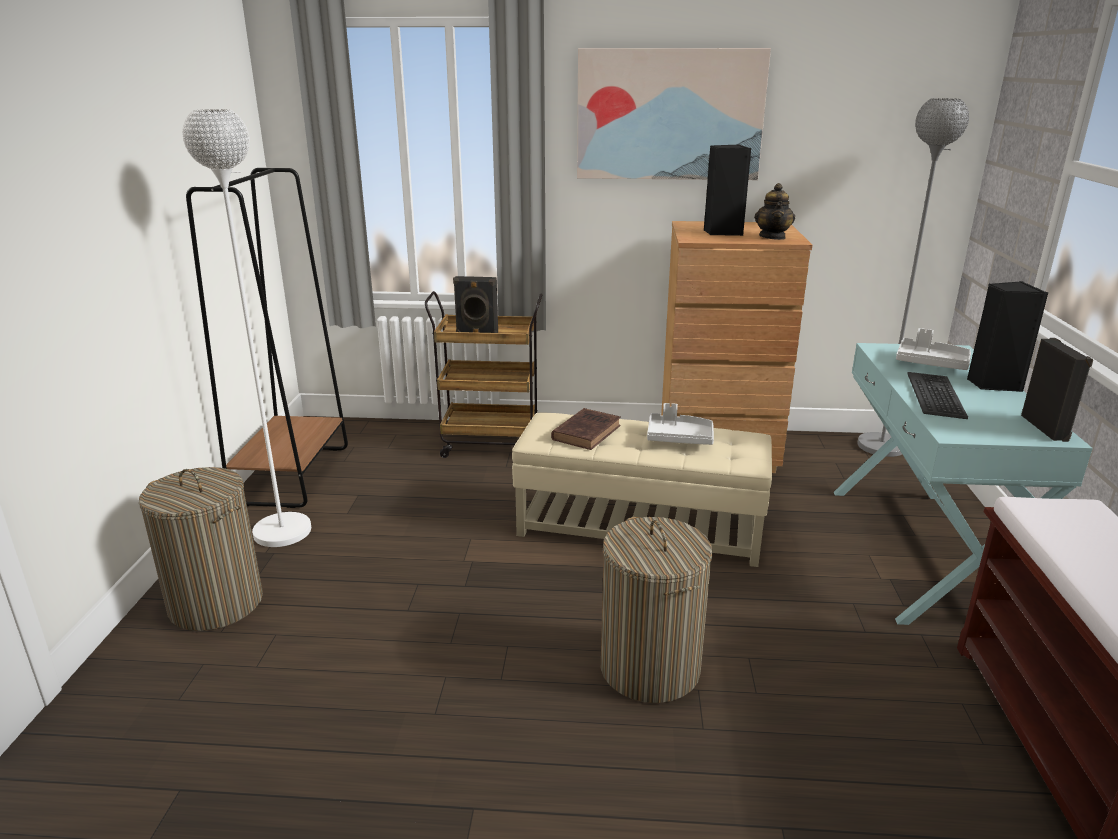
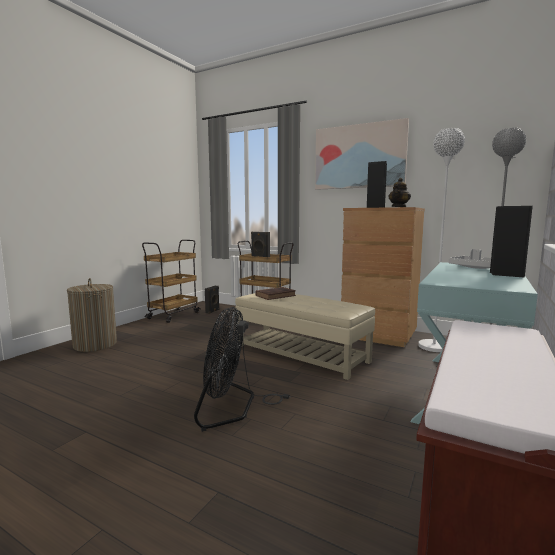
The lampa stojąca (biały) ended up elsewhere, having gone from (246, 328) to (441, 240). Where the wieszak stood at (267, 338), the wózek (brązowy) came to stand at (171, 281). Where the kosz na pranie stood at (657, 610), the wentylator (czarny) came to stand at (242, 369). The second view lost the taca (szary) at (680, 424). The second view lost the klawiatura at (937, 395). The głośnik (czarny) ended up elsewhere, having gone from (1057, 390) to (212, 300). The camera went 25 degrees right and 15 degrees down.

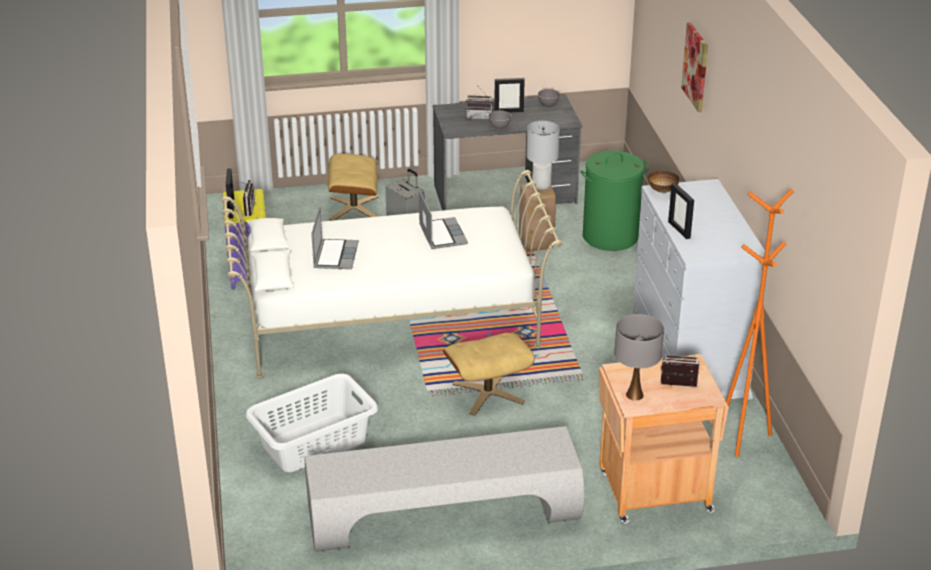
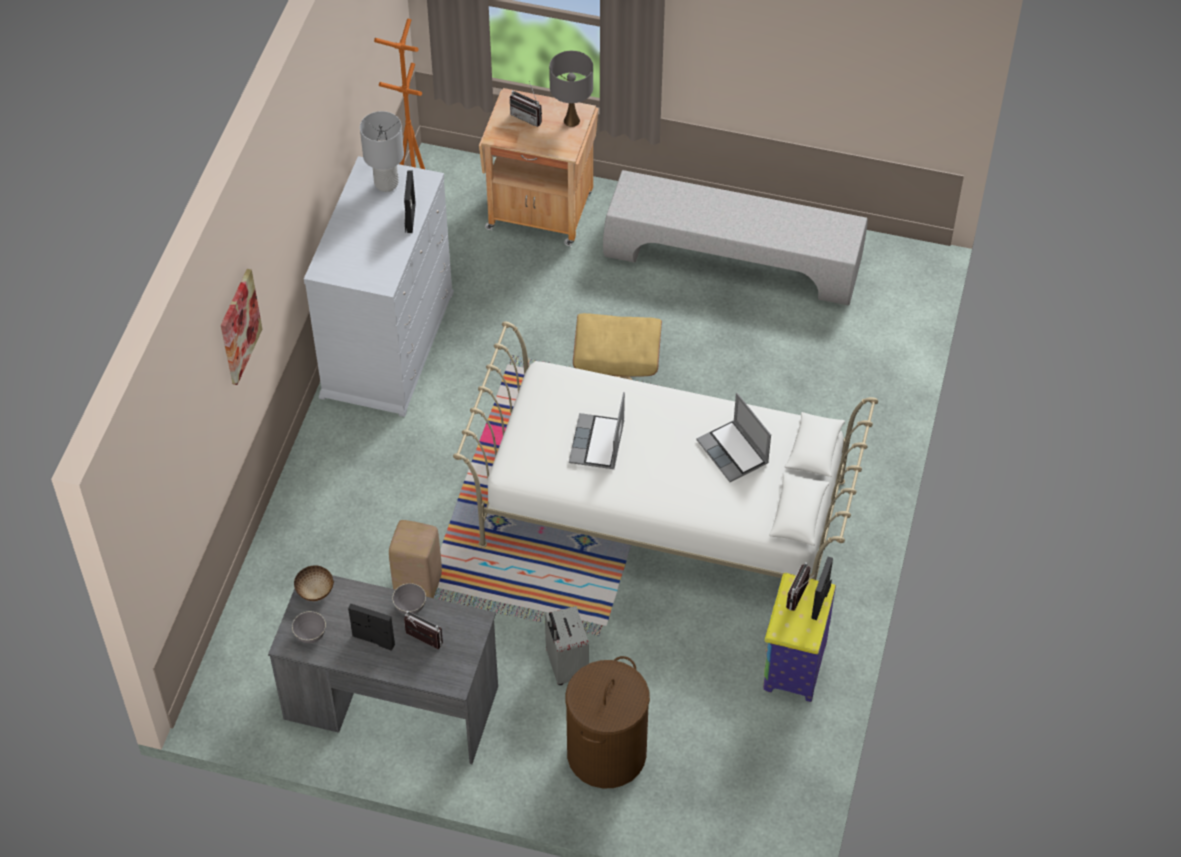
The second view lost the kosz na pranie (biały) at (312, 423). The laptop at (335, 238) ended up facing another way, 60 degrees counterclockwise from before. Where the pufa (beżowy) stood at (353, 187), the kosz na pranie (brązowy) came to stand at (607, 722). The lampa stołowa (szary) ended up elsewhere, having gone from (543, 155) to (382, 151). The second view lost the kosz na pranie (zielony) at (614, 201). The miska ended up elsewhere, having gone from (663, 182) to (314, 583). The camera went 155 degrees left and 20 degrees up.

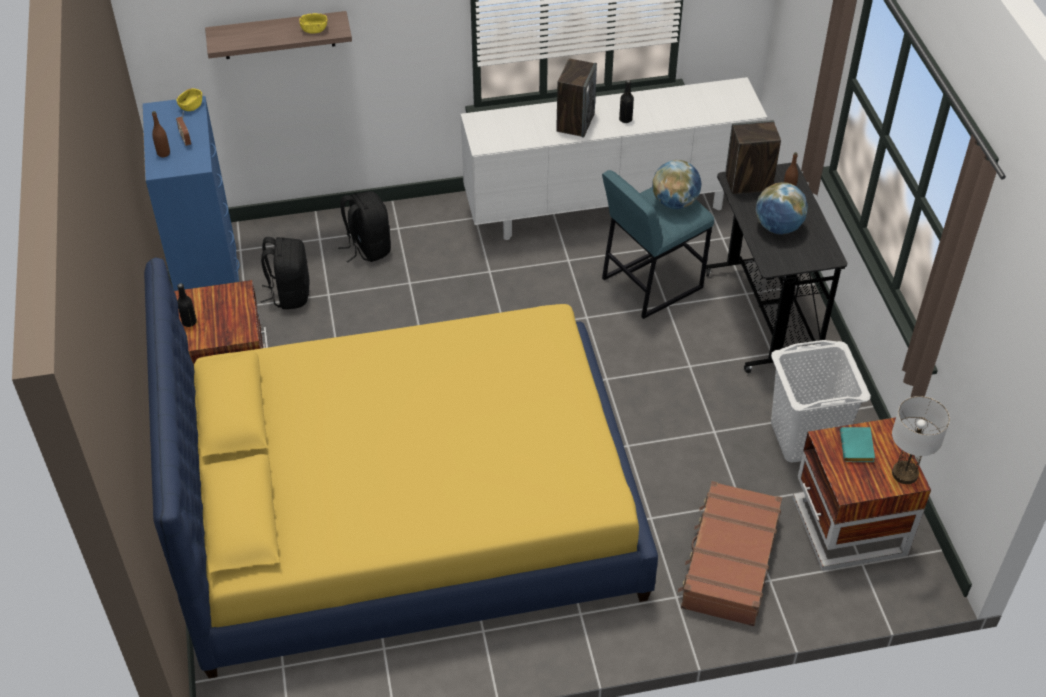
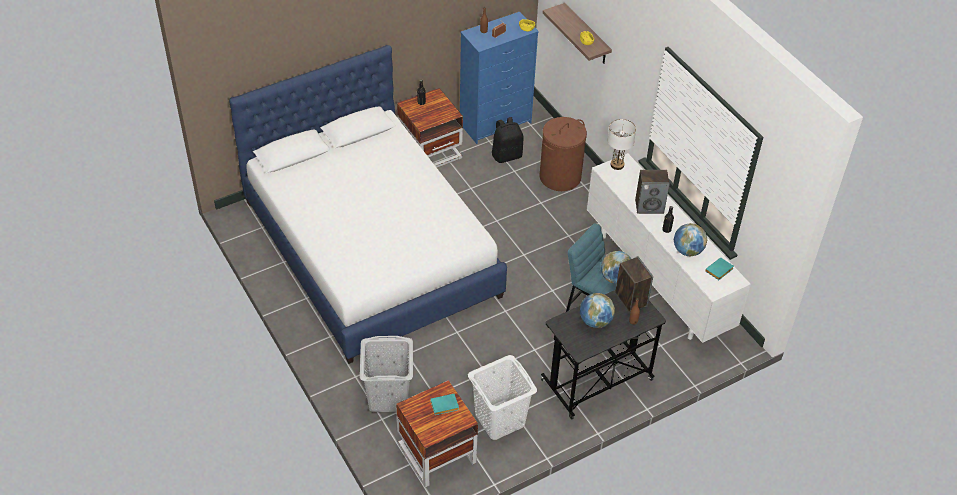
What was the łóżko (żółty) at (401, 467) turned into the łóżko (biały) at (368, 204). Where the plecak (czarny) stood at (364, 227), the kosz na pranie (brązowy) came to stand at (563, 154). Where the walizka (brązowy) stood at (730, 553), the kosz na pranie (szary) came to stand at (386, 374). The lampa stołowa ended up elsewhere, having gone from (921, 440) to (622, 144). The second view gained the globus at (690, 239). The second view gained the książka (turkusowy) at (719, 268). The camera went 70 degrees right and 0 degrees up.

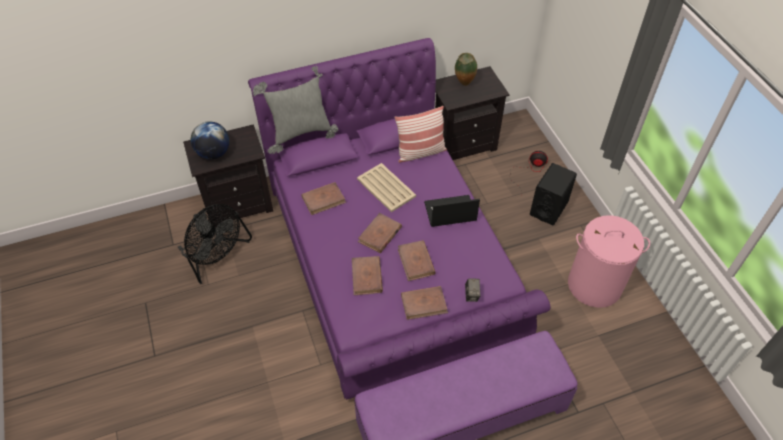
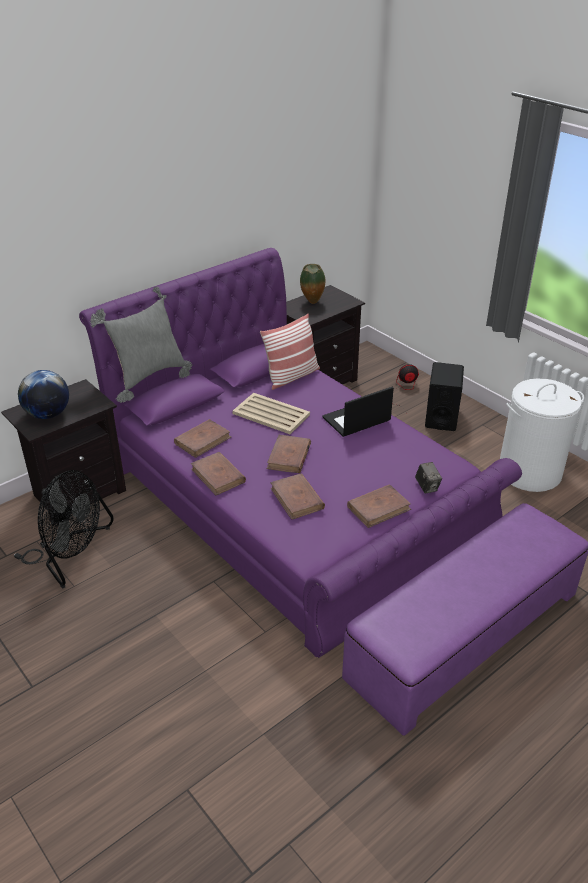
The książka (brązowy) ended up elsewhere, having gone from (417, 260) to (218, 473). What was the kosz na pranie (różowy) at (609, 261) turned into the kosz na pranie (biały) at (542, 435). The camera went 20 degrees left and 15 degrees down.

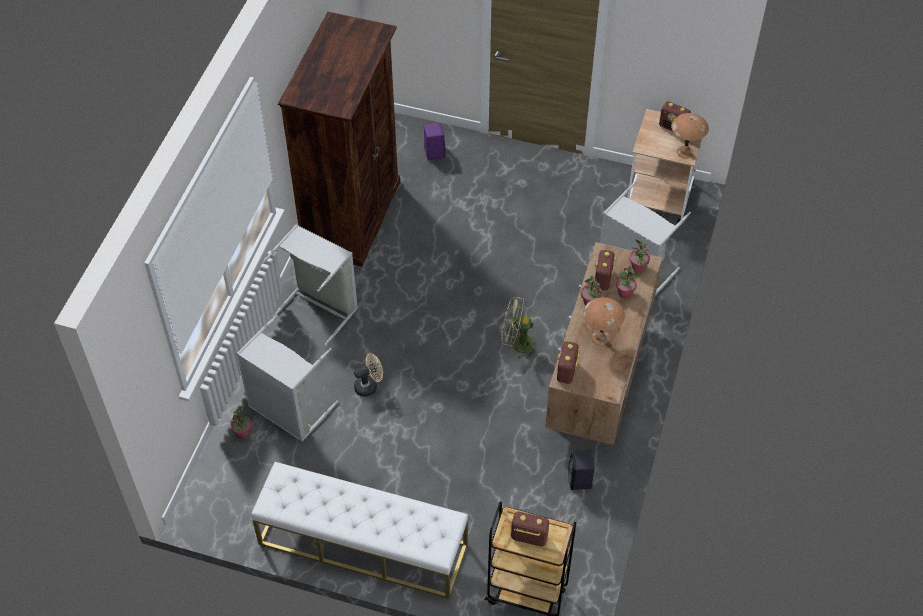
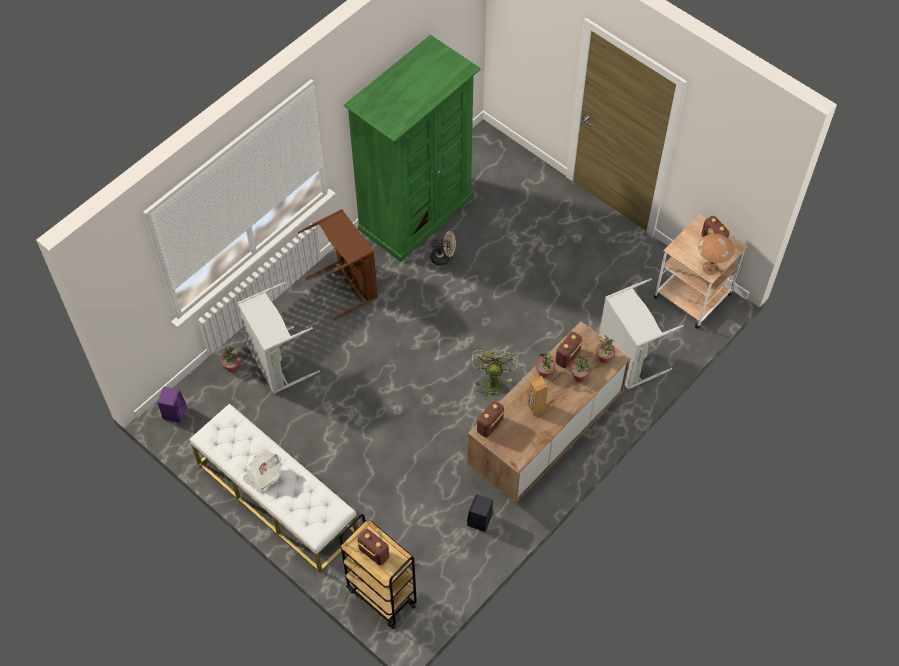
What was the kosz na pranie (szary) at (310, 285) turned into the kosz na pranie (brązowy) at (338, 264). What was the szafa (brązowy) at (339, 139) turned into the szafa (zielony) at (412, 148). The wentylator (beżowy) ended up elsewhere, having gone from (368, 375) to (443, 248). The głośnik (fioletowy) ended up elsewhere, having gone from (435, 141) to (171, 405). The wentylator (zielony) at (520, 328) ended up facing another way, 60 degrees clockwise from before. Where the lampa stołowa (brązowy) stood at (604, 321), the głośnik (brązowy) came to stand at (538, 396). The second view gained the gazeta at (262, 471). The camera went 25 degrees right and 5 degrees up.

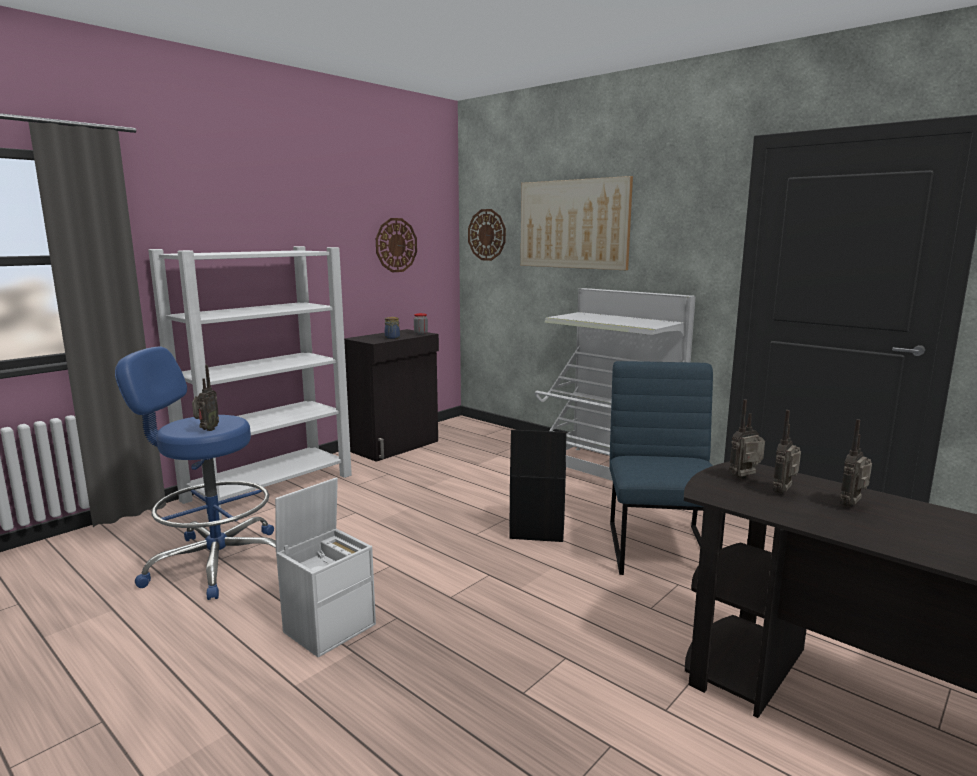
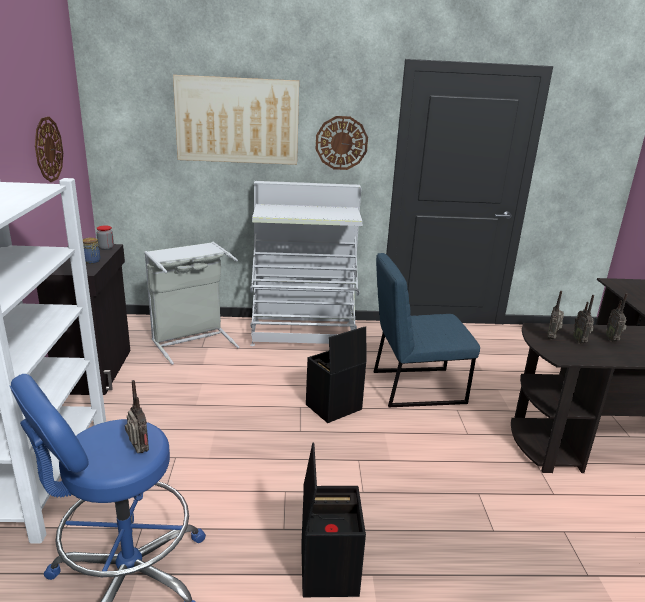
What was the pojemnik do przechowywania (biały) at (325, 567) turned into the pojemnik do przechowywania (czarny) at (333, 520). The zegar ścienny ended up elsewhere, having gone from (487, 235) to (342, 143). The krzesło (niebieski) at (667, 468) ended up facing another way, 60 degrees counterclockwise from before. The second view gained the kosz na pranie (szary) at (191, 303). The camera went 45 degrees left and 10 degrees up.

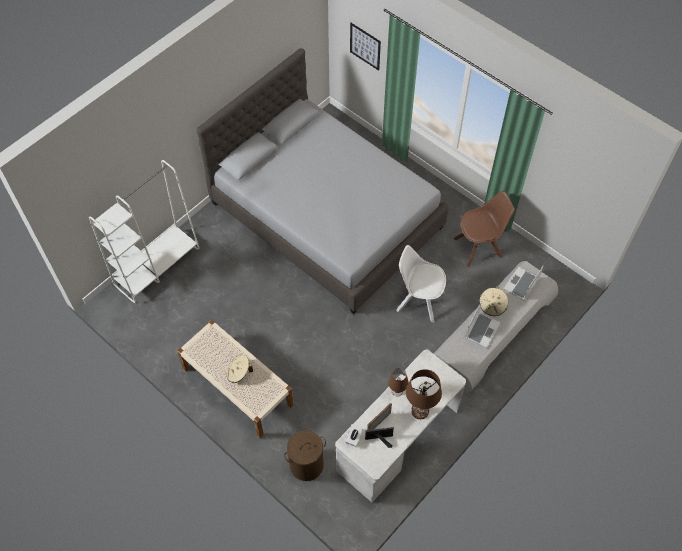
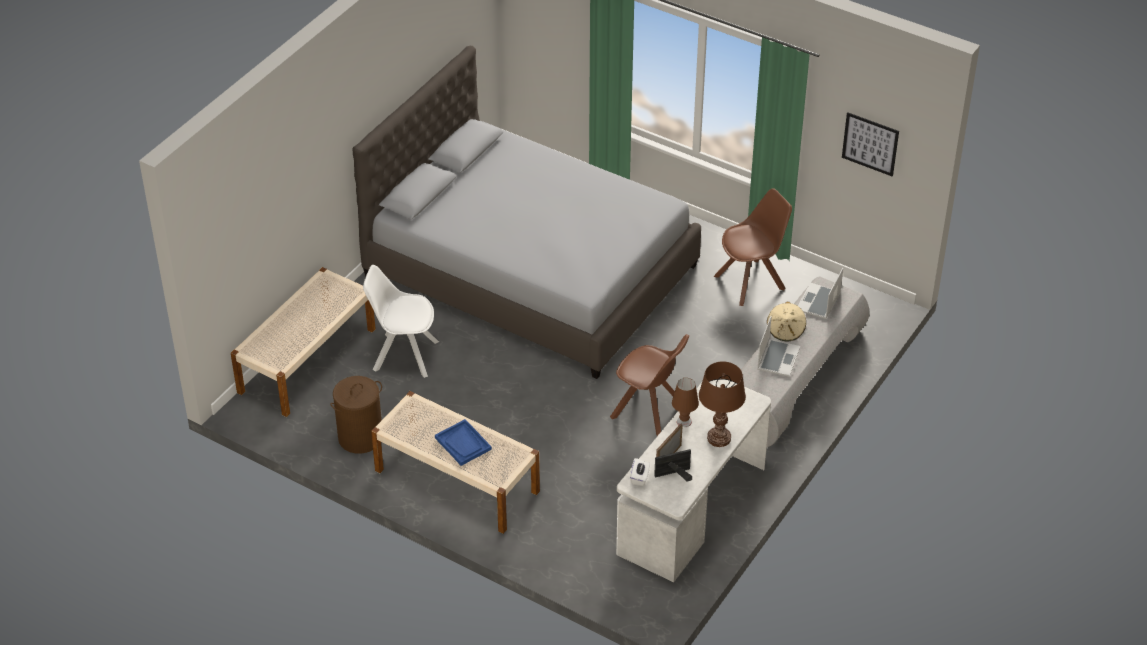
Where the wieszak (biały) stood at (144, 231), the ławka (beżowy) came to stand at (303, 342). Where the kapelusz (beżowy) stood at (240, 369), the taca (niebieski) came to stand at (463, 442). The kosz na pranie (brązowy) ended up elsewhere, having gone from (305, 455) to (356, 415). The obraz ended up elsewhere, having gone from (365, 47) to (870, 144). The krzesło (biały) ended up elsewhere, having gone from (421, 284) to (401, 321). The second view gained the krzesło (brązowy) at (649, 385). The camera went 10 degrees left and 15 degrees down.

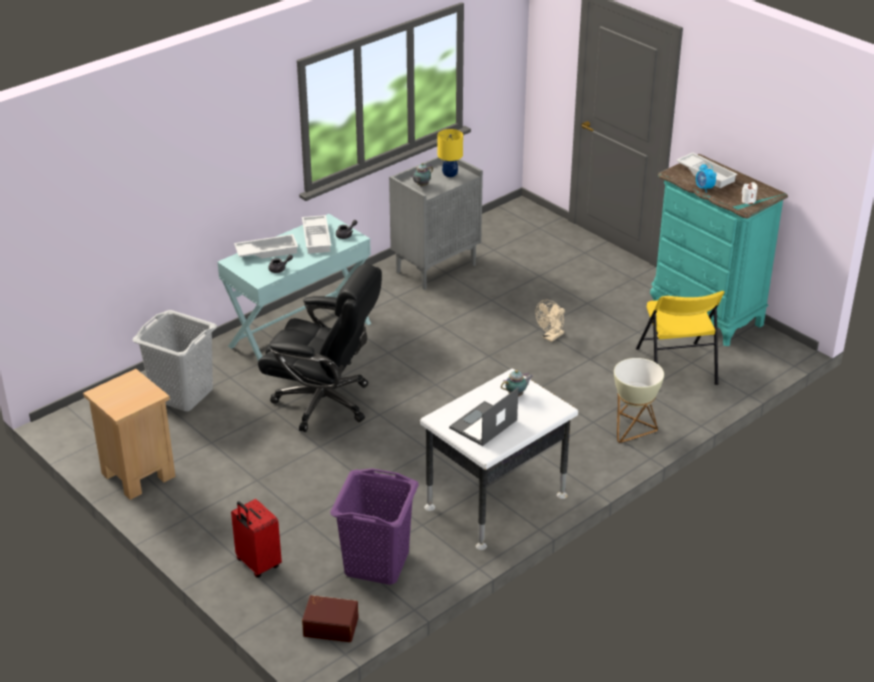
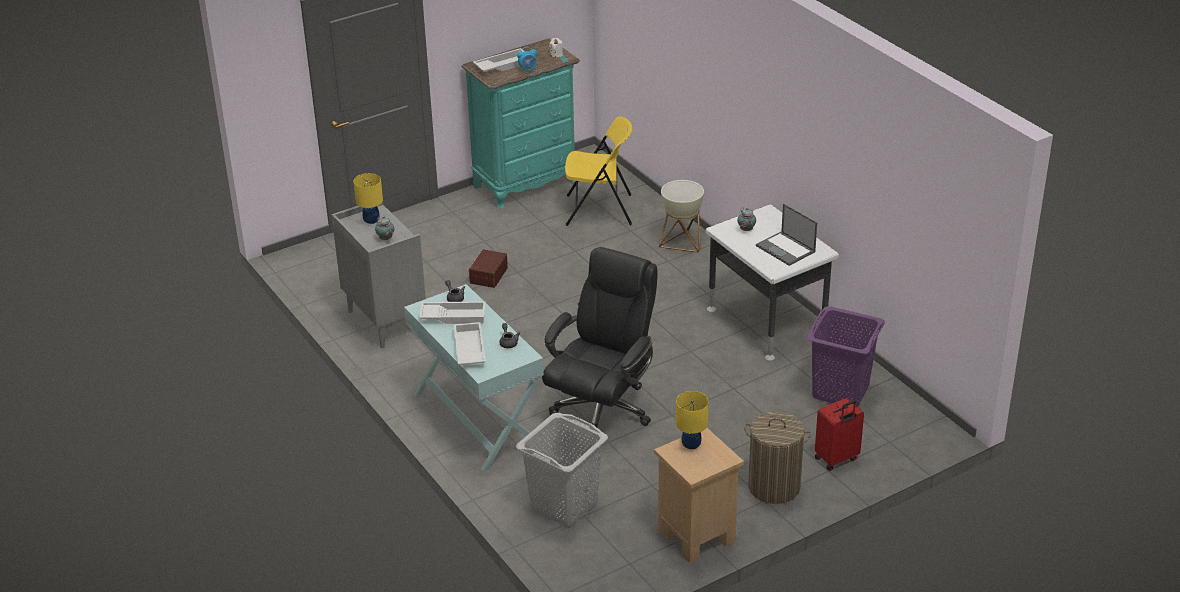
The pojemnik do przechowywania (brązowy) ended up elsewhere, having gone from (330, 618) to (488, 268). The second view lost the wentylator (beżowy) at (550, 320). The second view gained the lampa stołowa (żółty) at (692, 420). The second view gained the kosz na pranie at (777, 457). The camera went 80 degrees left and 0 degrees up.

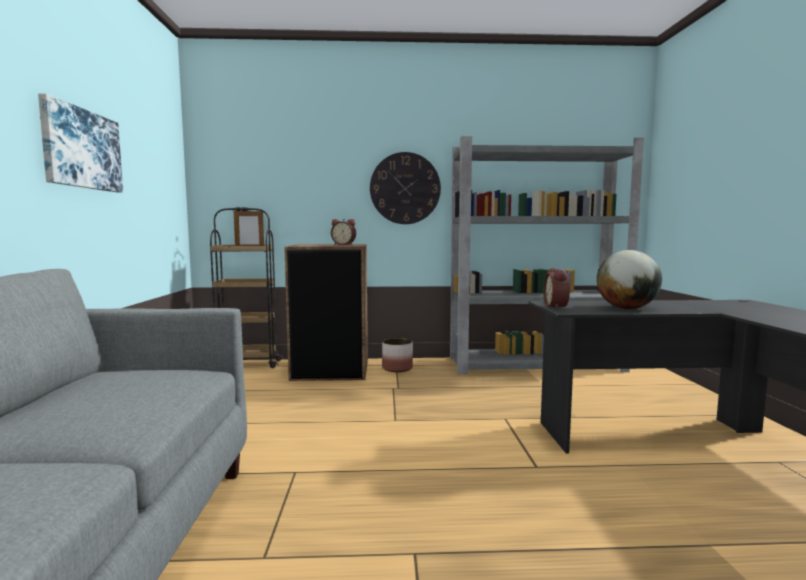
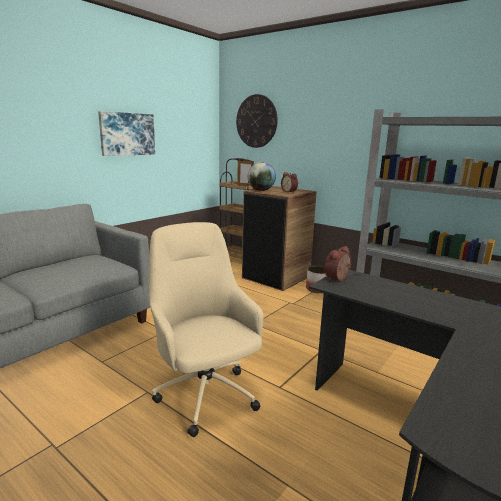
The zegar ścienny ended up elsewhere, having gone from (405, 188) to (257, 121). The globus ended up elsewhere, having gone from (629, 279) to (262, 176). The second view gained the krzesło biurowe (beżowy) at (206, 329). The camera went 40 degrees right and 10 degrees up.

